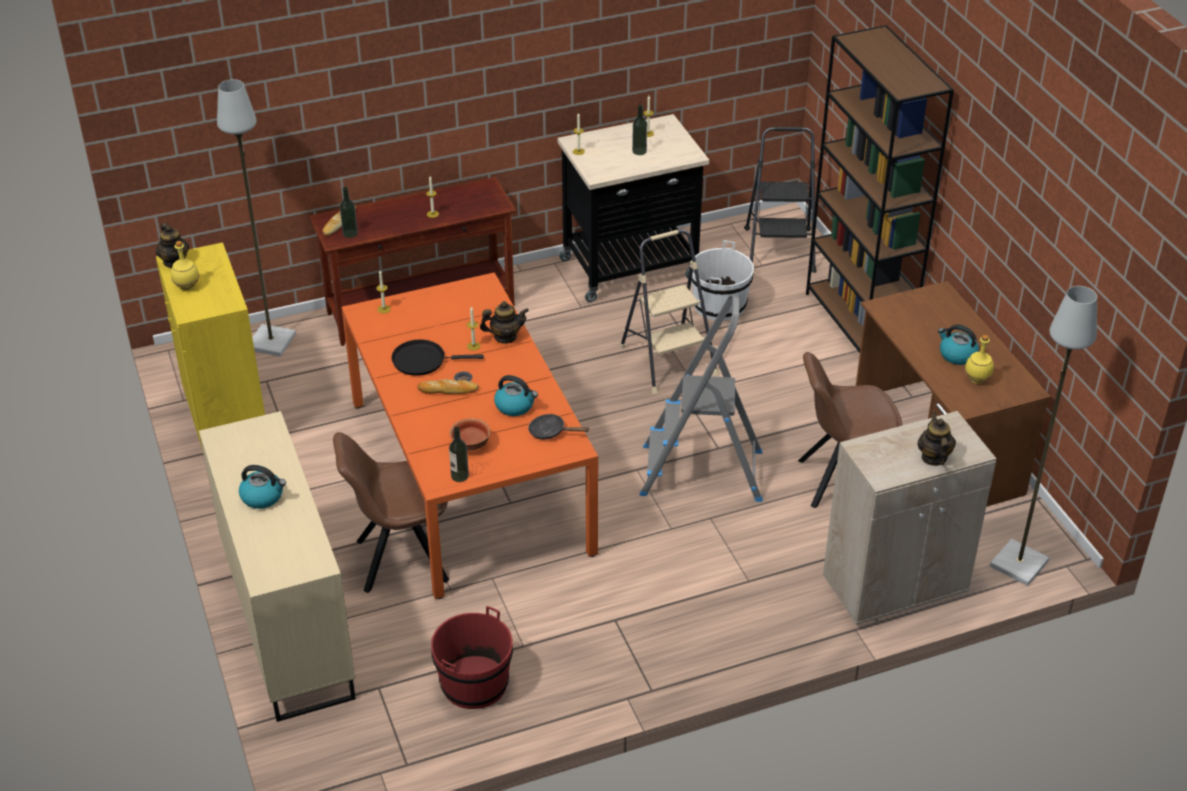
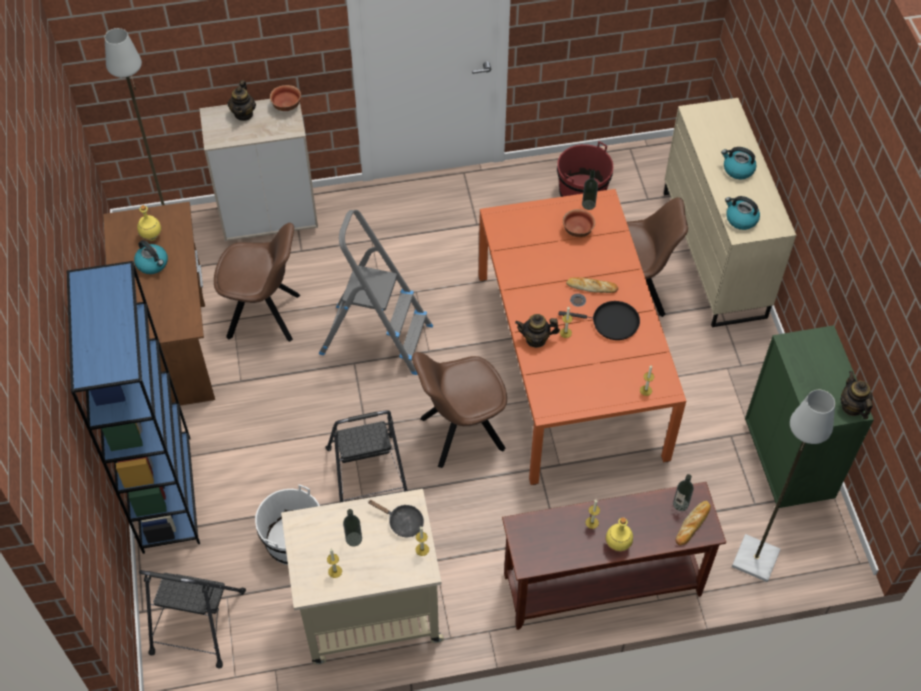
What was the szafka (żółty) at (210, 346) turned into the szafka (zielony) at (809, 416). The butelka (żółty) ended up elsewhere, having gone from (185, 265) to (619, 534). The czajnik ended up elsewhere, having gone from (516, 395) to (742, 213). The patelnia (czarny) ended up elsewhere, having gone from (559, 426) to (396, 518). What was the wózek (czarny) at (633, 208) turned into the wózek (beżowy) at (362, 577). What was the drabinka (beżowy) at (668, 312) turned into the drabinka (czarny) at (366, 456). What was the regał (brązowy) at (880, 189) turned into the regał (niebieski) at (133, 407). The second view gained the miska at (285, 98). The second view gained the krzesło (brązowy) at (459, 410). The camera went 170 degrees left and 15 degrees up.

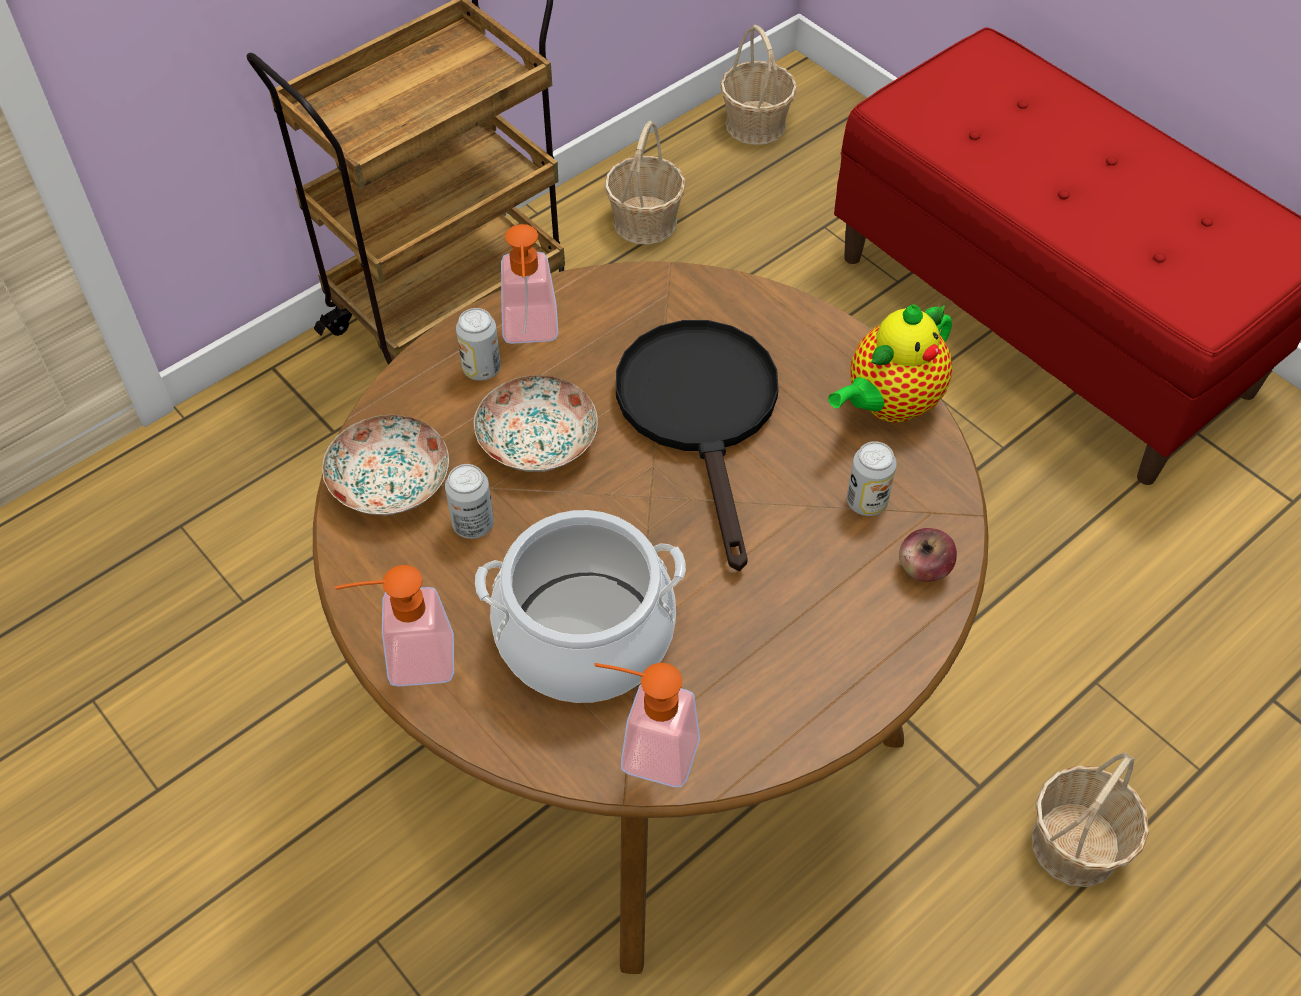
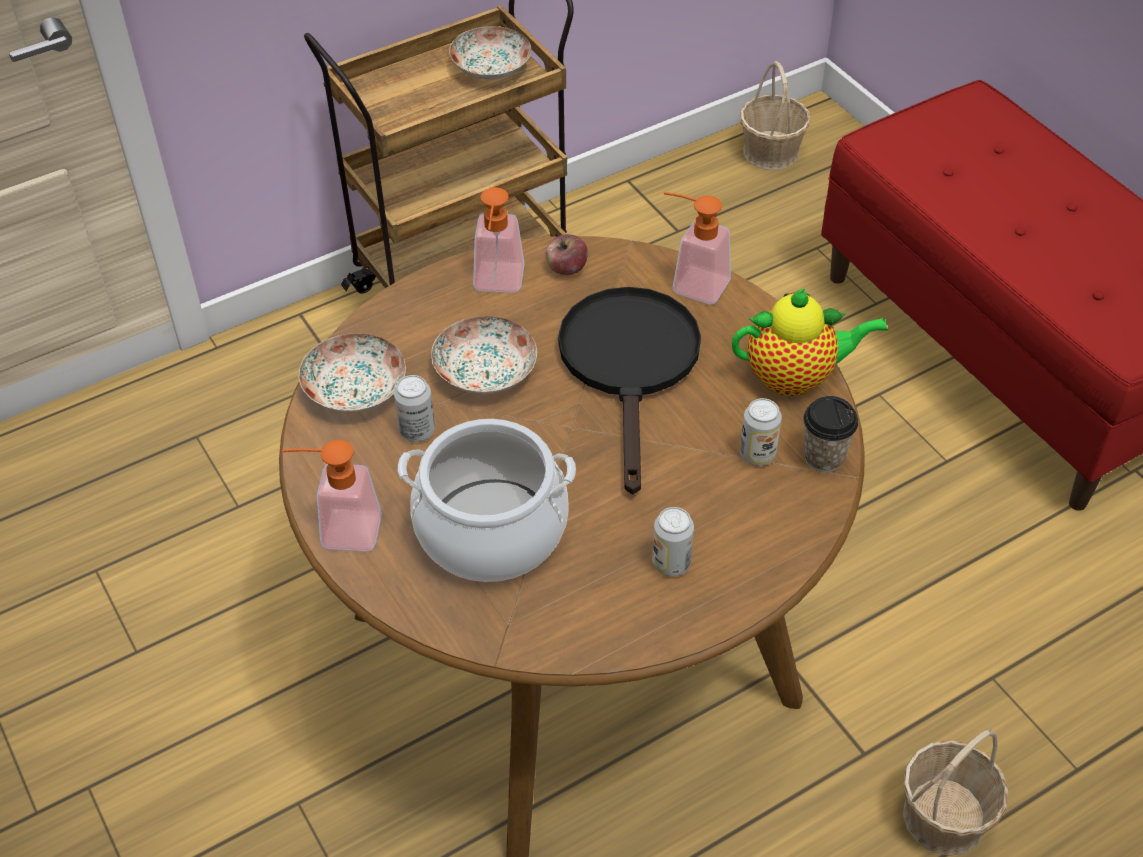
The puszka ended up elsewhere, having gone from (478, 344) to (673, 541). The dozownik mydła ended up elsewhere, having gone from (647, 725) to (697, 248). The second view lost the koszyk at (645, 183). The imbryk at (890, 363) ended up facing another way, 150 degrees counterclockwise from before. The jabłko ended up elsewhere, having gone from (928, 555) to (566, 254). The second view gained the talerz at (490, 53). The second view gained the filiżanka at (830, 434). The camera went 10 degrees right and 5 degrees down.

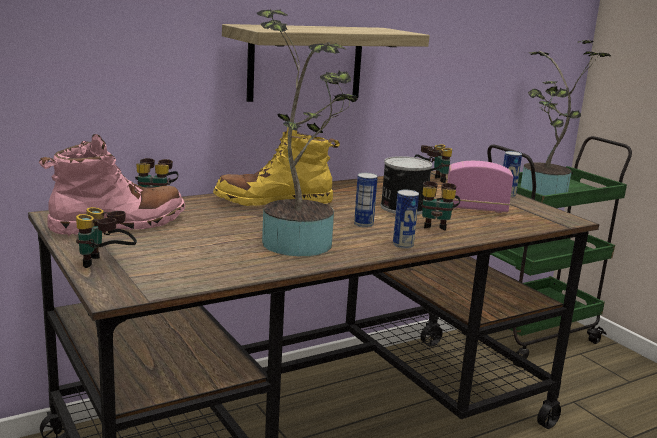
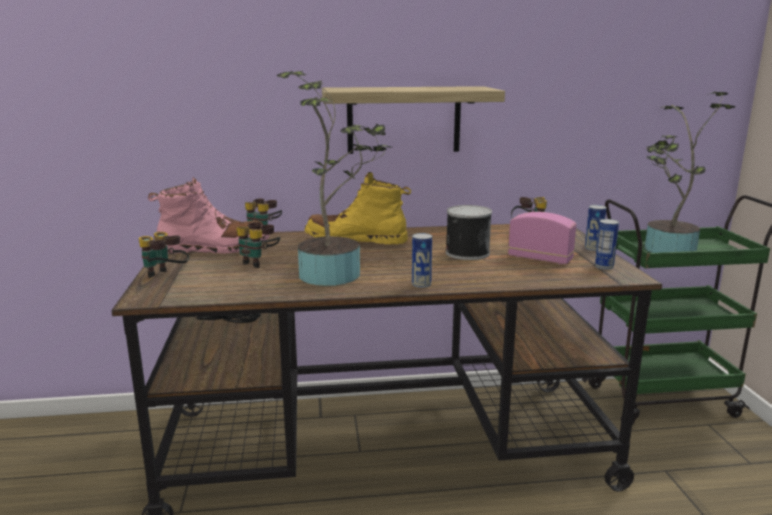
The puszka ended up elsewhere, having gone from (366, 200) to (607, 244). The lornetka ended up elsewhere, having gone from (439, 206) to (258, 245). The camera went 25 degrees right and 0 degrees up.

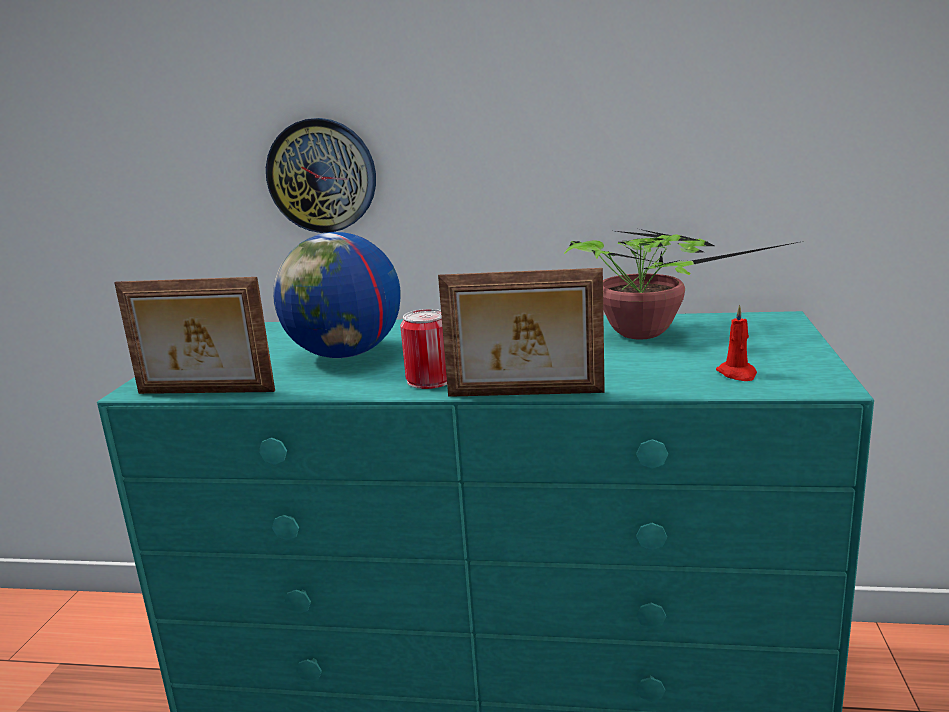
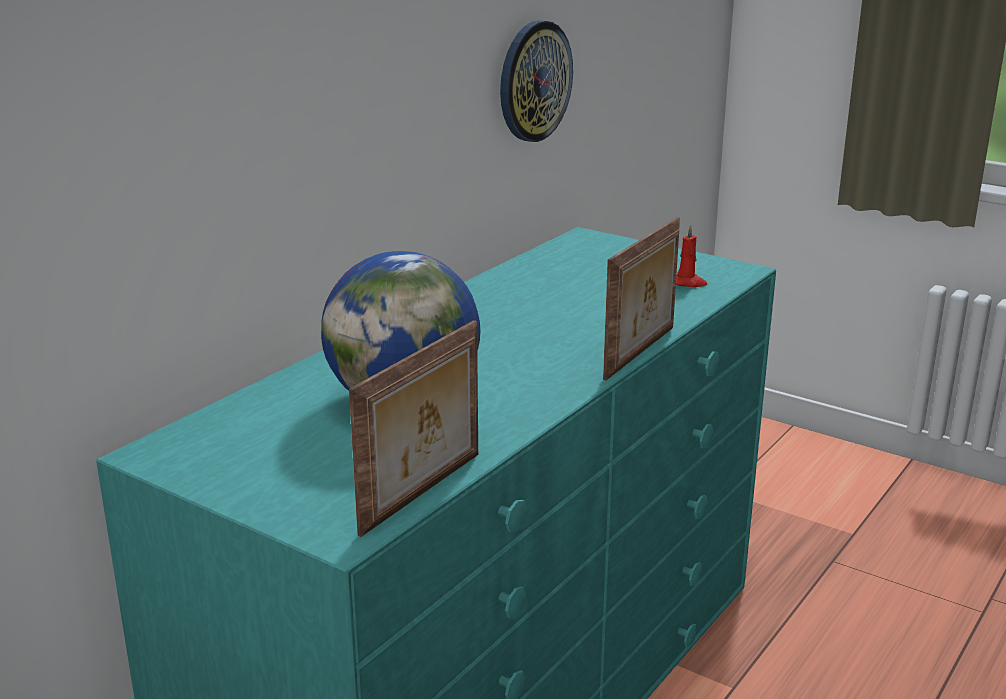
The zegar ścienny ended up elsewhere, having gone from (321, 175) to (536, 81). The second view lost the puszka at (423, 349). The second view lost the roślina doniczkowa at (681, 284). The camera went 65 degrees left and 5 degrees up.

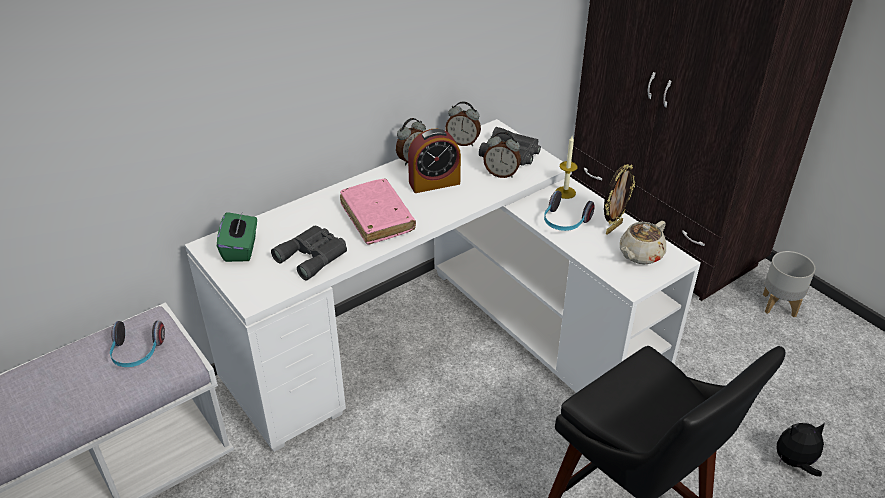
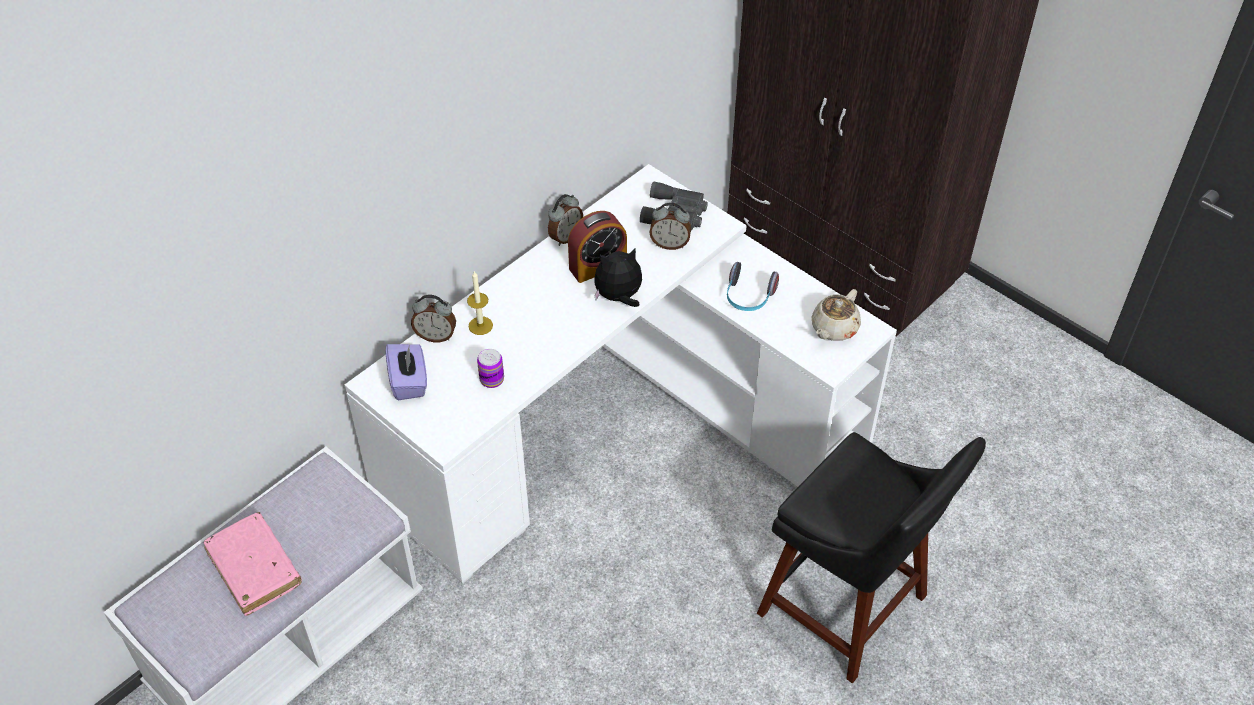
The second view lost the słuchawki at (137, 344). What was the pudełko chusteczek (zielony) at (237, 236) turned into the pudełko chusteczek (fioletowy) at (406, 372). Where the lornetka (szary) stood at (309, 253), the puszka came to stand at (490, 368). The książka (różowy) ended up elsewhere, having gone from (378, 212) to (253, 564). The budzik ended up elsewhere, having gone from (463, 124) to (433, 318). The świeca ended up elsewhere, having gone from (567, 167) to (480, 303). The second view lost the ramka na zdjęcie at (619, 199). The second view lost the donica (szary) at (789, 284). The pluszak ended up elsewhere, having gone from (801, 449) to (618, 277). The camera went 10 degrees left and 10 degrees up.

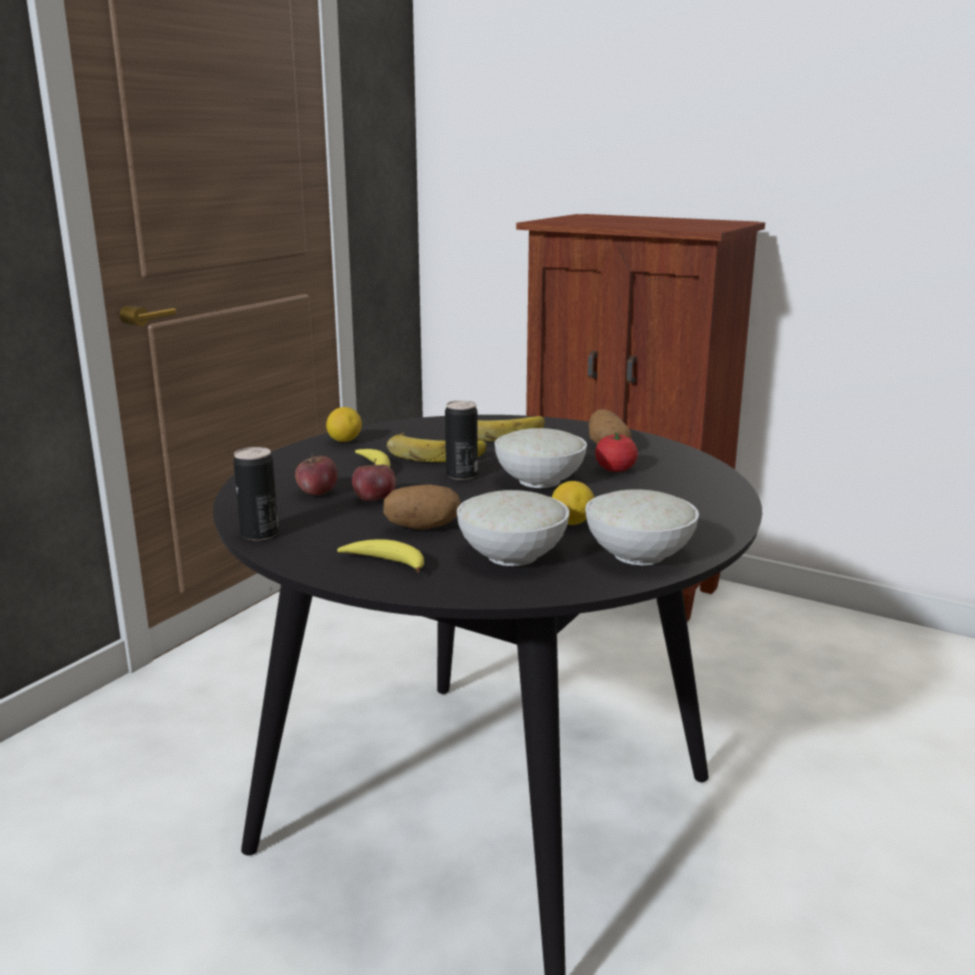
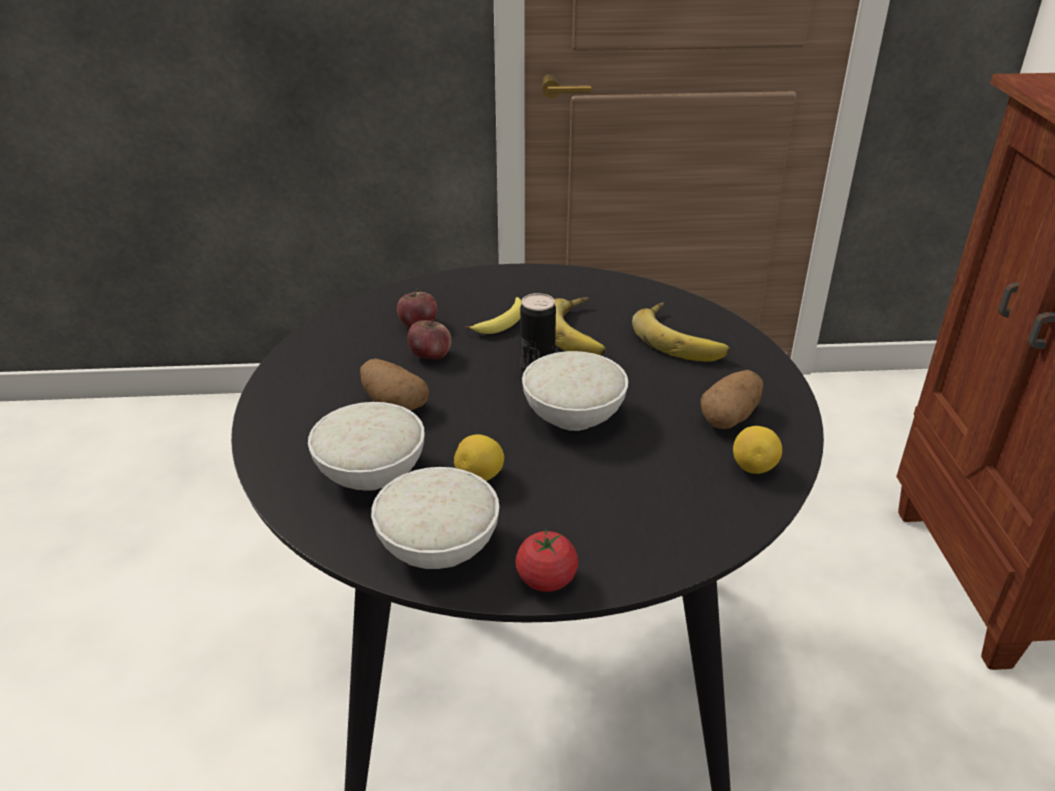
The second view lost the puszka at (255, 494). The cytryna ended up elsewhere, having gone from (344, 424) to (757, 450). The second view lost the banan at (380, 556). The pomidor ended up elsewhere, having gone from (616, 452) to (547, 560). The camera went 55 degrees right and 15 degrees up.

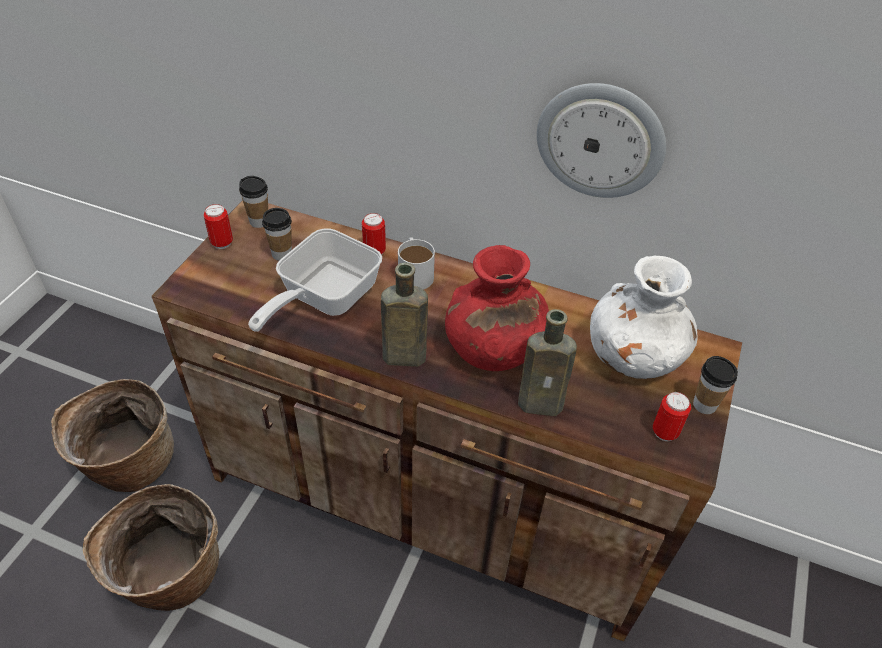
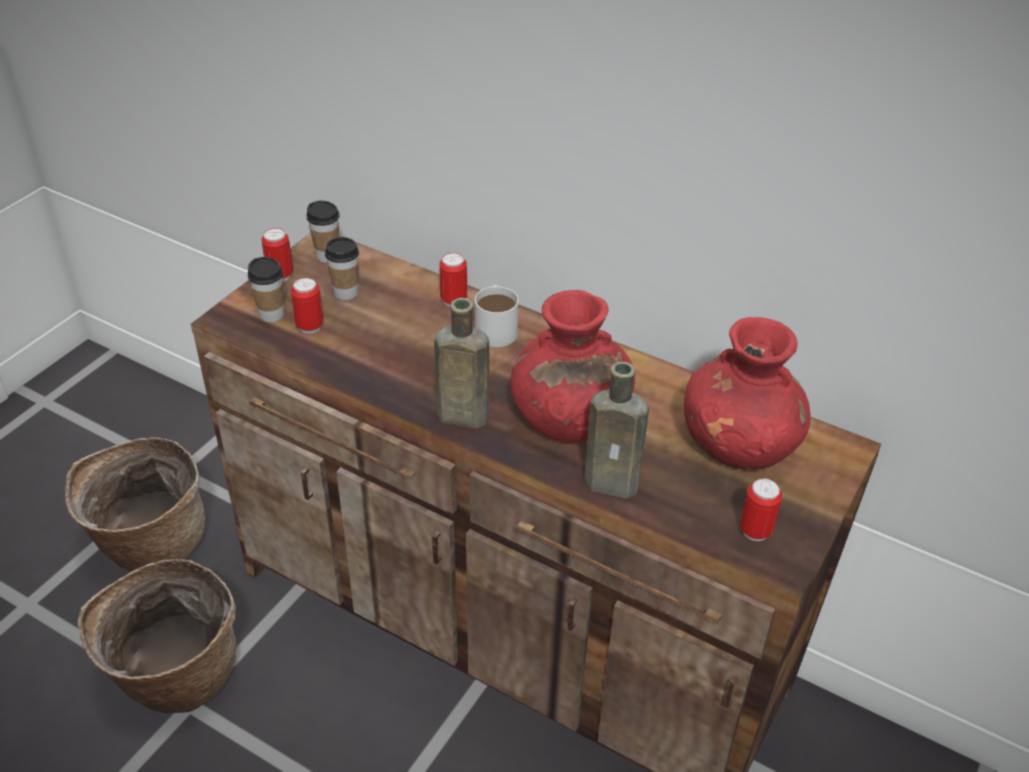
The second view lost the patelnia at (315, 280). The second view lost the zegar ścienny at (601, 140). What was the wazon (biały) at (644, 317) turned into the wazon (czerwony) at (747, 393). The filiżanka ended up elsewhere, having gone from (715, 385) to (266, 289). The second view gained the puszka at (307, 305). The camera went 10 degrees right and 5 degrees down.

